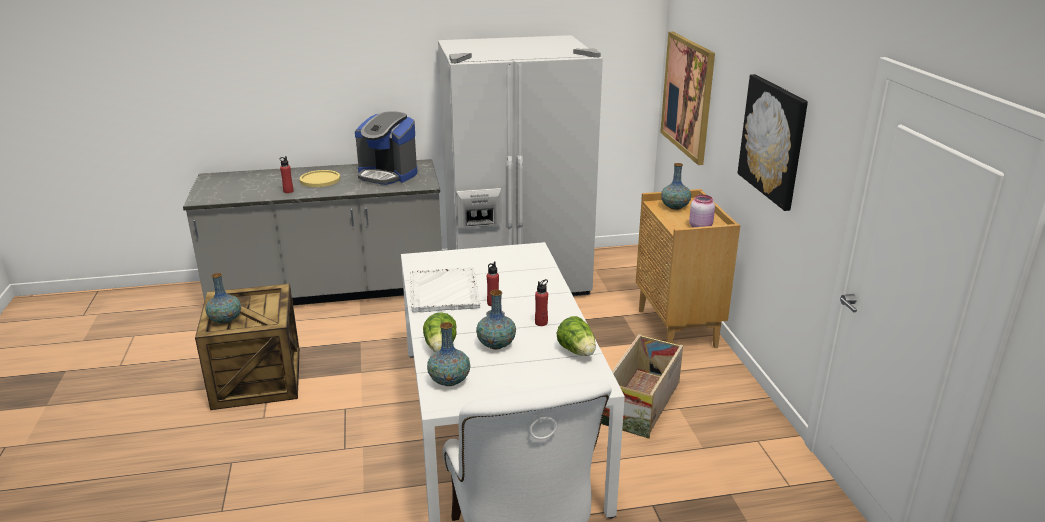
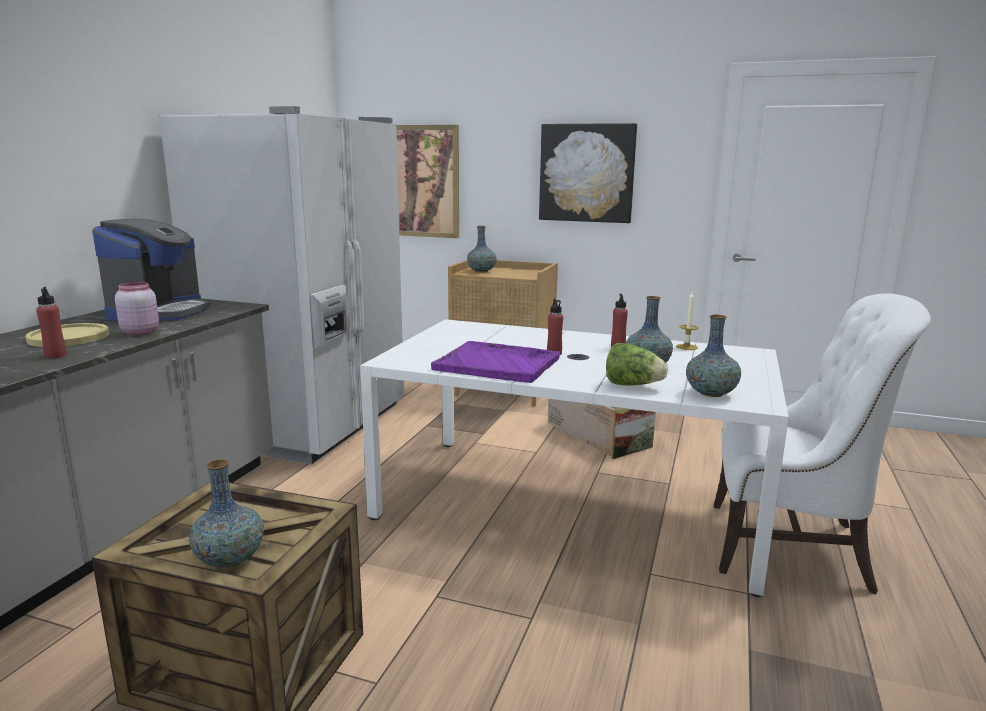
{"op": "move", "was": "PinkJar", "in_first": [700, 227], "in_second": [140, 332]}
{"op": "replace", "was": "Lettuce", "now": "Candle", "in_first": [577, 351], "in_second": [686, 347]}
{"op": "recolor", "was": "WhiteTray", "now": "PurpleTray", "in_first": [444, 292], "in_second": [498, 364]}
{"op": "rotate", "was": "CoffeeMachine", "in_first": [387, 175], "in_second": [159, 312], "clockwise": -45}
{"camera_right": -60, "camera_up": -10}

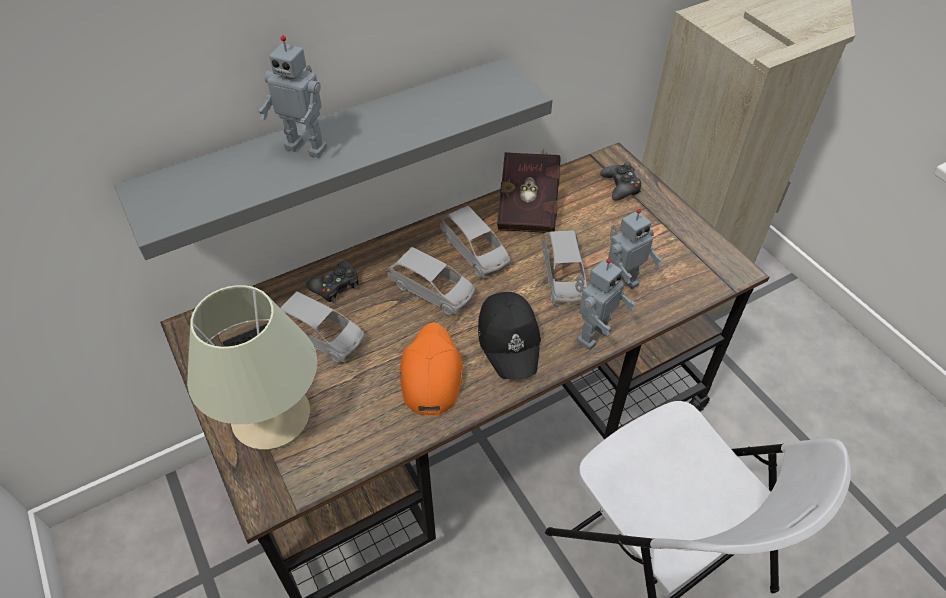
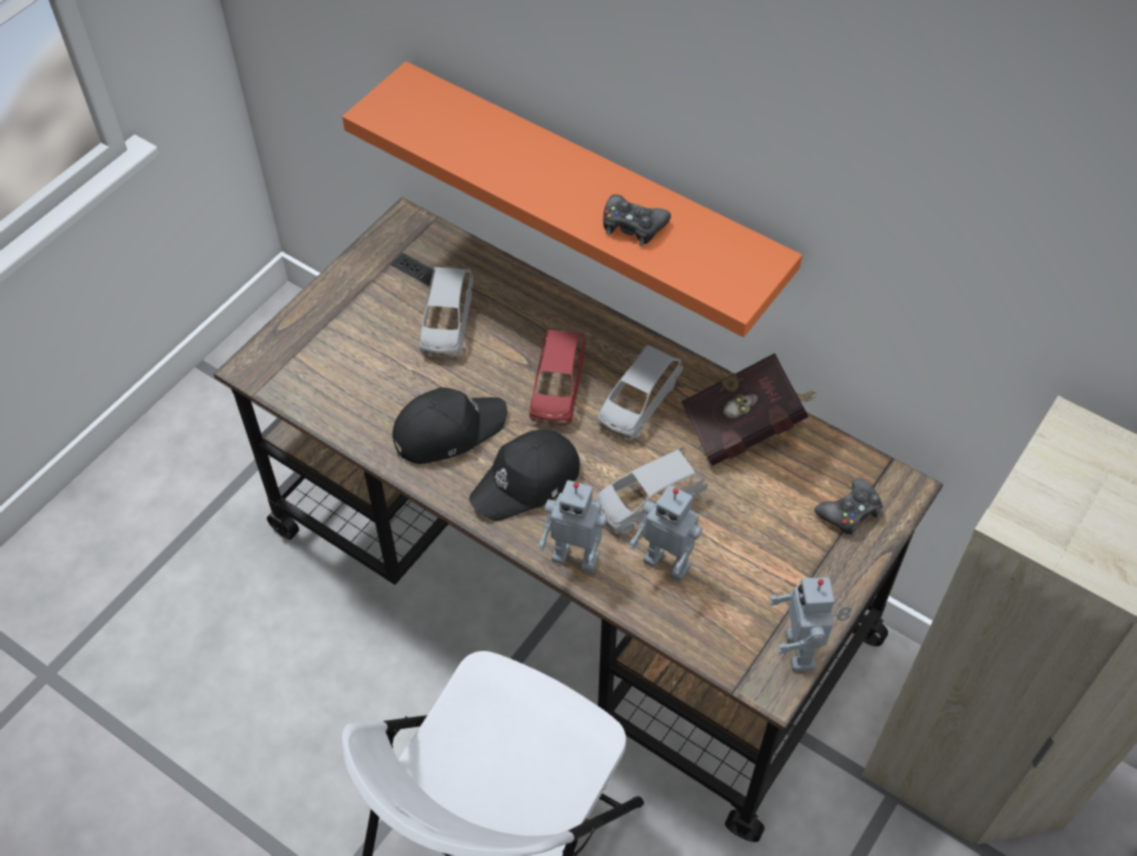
{"op": "delete", "was": "BeigeTableLamp", "in_first": [271, 417]}
{"op": "move", "was": "ToyRobot", "in_first": [307, 147], "in_second": [802, 651]}
{"op": "move", "was": "BlackGameController", "in_first": [336, 286], "in_second": [633, 226]}
{"op": "recolor", "was": "GreyShelf", "now": "OrangeShelf", "in_first": [334, 152], "in_second": [592, 190]}
{"op": "recolor", "was": "GreyToyCar", "now": "RedToyCar", "in_first": [433, 291], "in_second": [557, 388]}
{"op": "recolor", "was": "OrangeCap", "now": "BlackCap", "in_first": [430, 373], "in_second": [447, 430]}
{"camera_right": 65, "camera_up": 5}

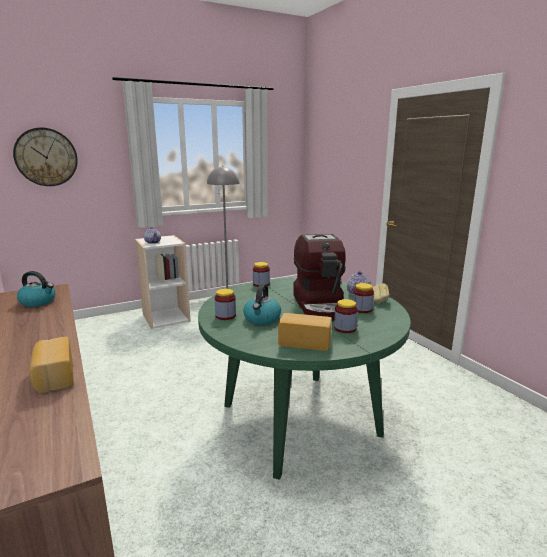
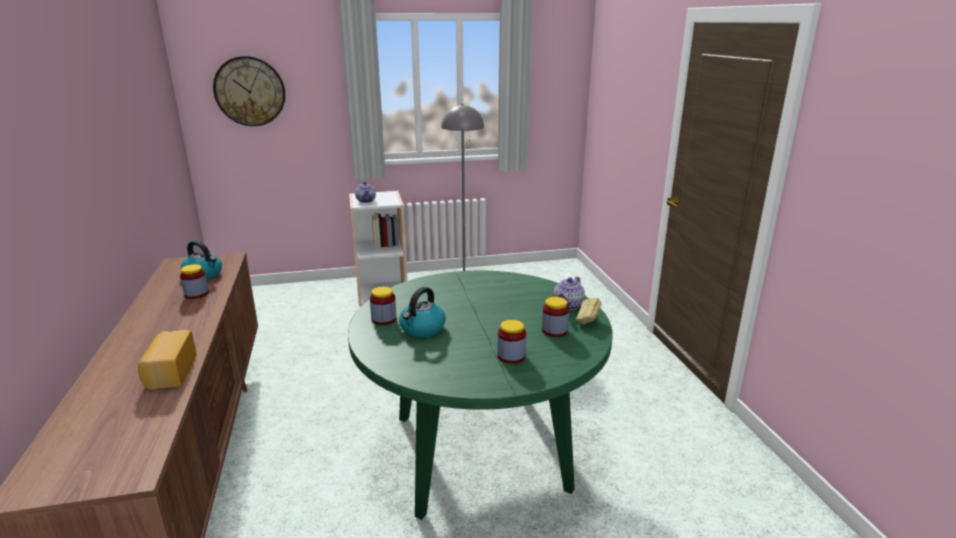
{"op": "delete", "was": "Bread", "in_first": [305, 342]}
{"op": "delete", "was": "CoffeeMachine", "in_first": [321, 305]}
{"op": "move", "was": "Jar", "in_first": [261, 284], "in_second": [196, 294]}
{"camera_right": 15, "camera_up": 5}

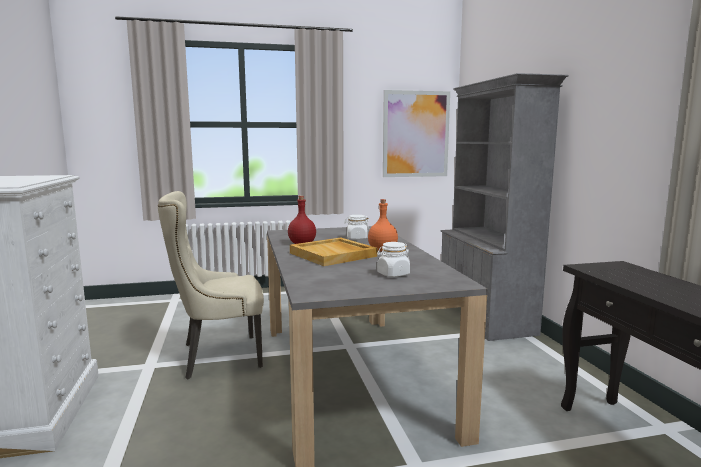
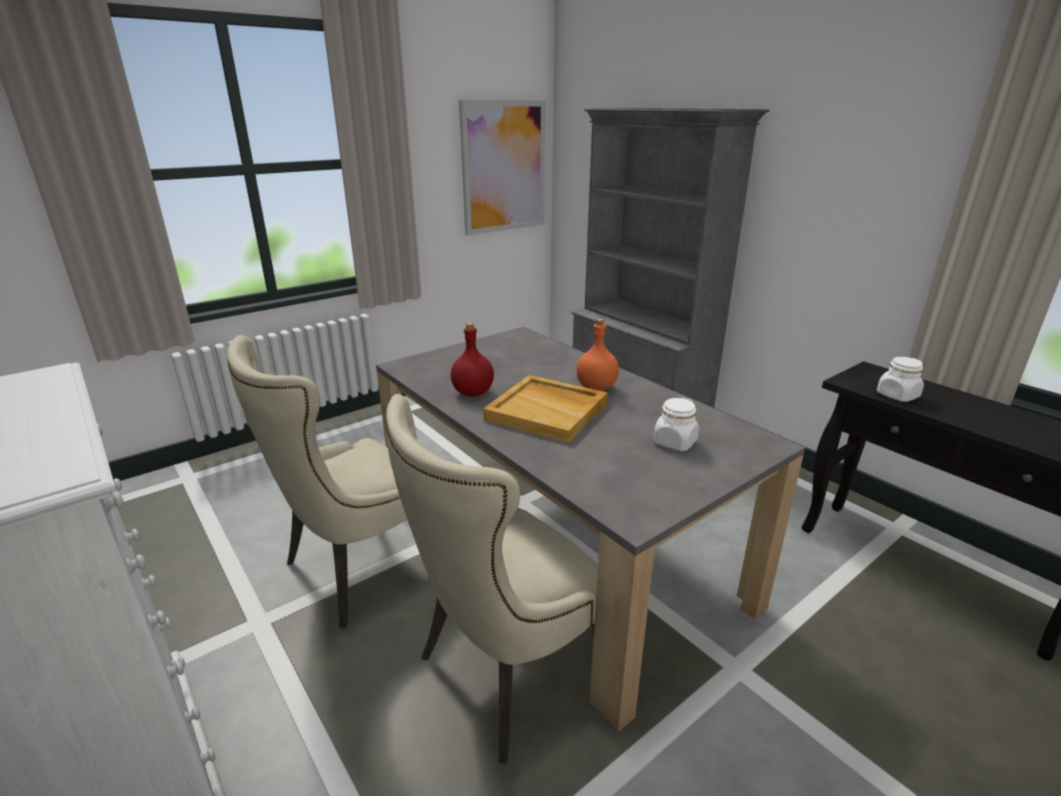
{"op": "insert", "now": "BeigeChair", "in_second": [506, 675]}
{"op": "move", "was": "WhiteJar", "in_first": [356, 238], "in_second": [897, 395]}
{"camera_right": -25, "camera_up": 15}

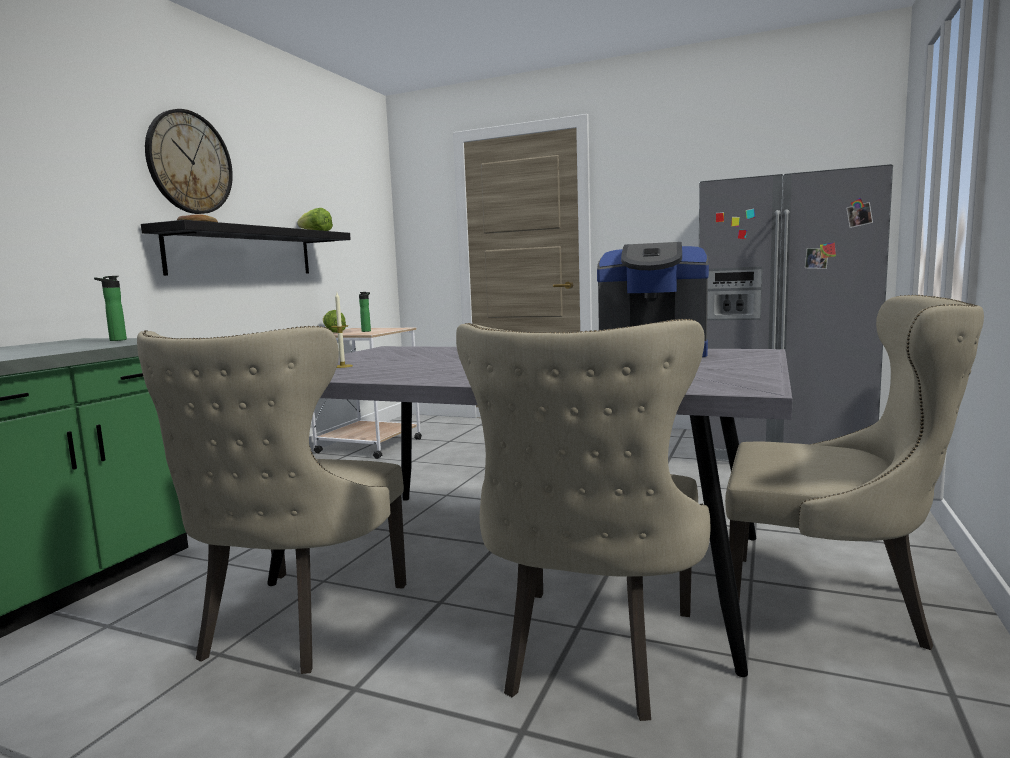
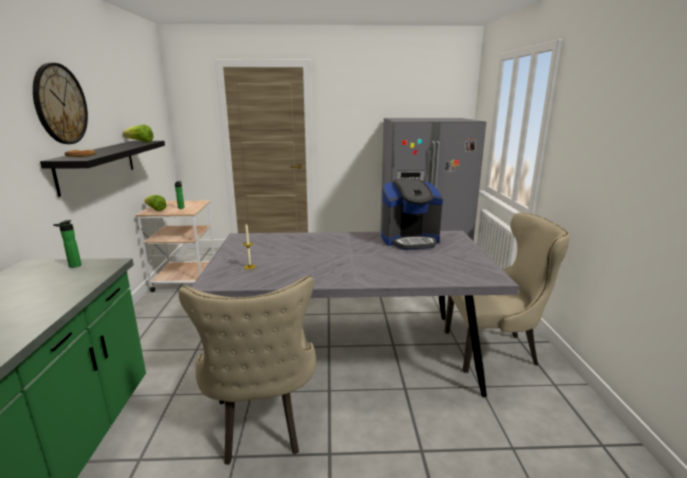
{"op": "delete", "was": "BeigeChair", "in_first": [592, 653]}
{"camera_right": -25, "camera_up": 10}

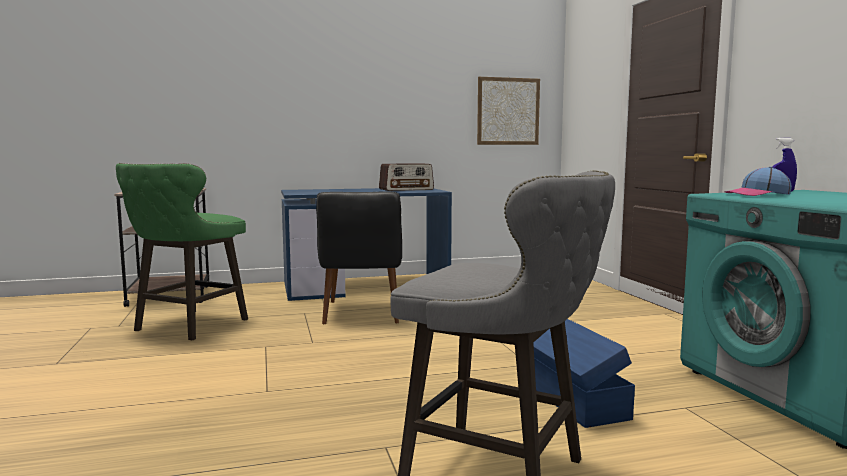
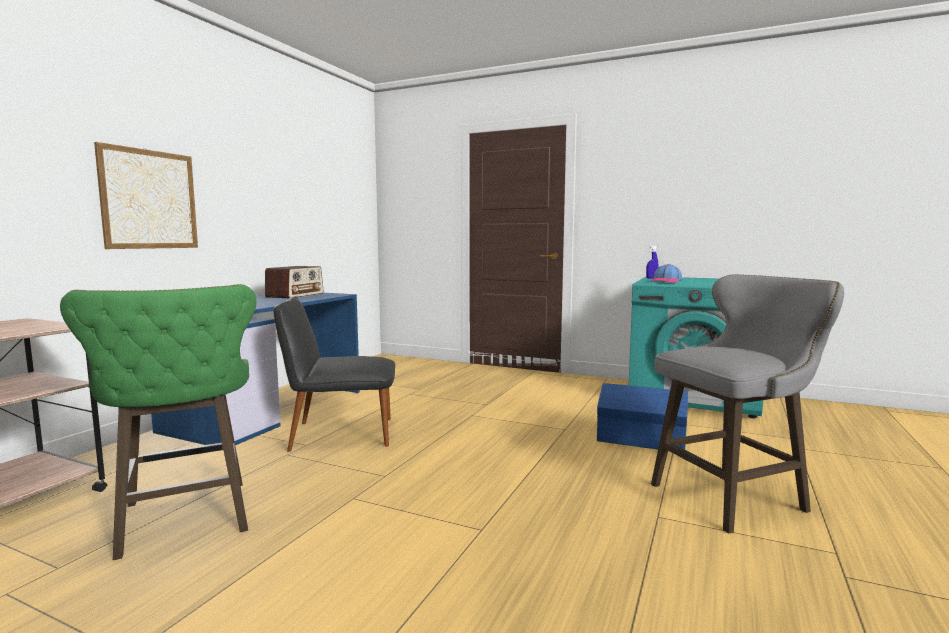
{"op": "move", "was": "Picture", "in_first": [508, 110], "in_second": [149, 198]}
{"op": "rotate", "was": "BlackChair", "in_first": [362, 312], "in_second": [342, 434], "clockwise": 135}
{"camera_right": -50, "camera_up": 0}

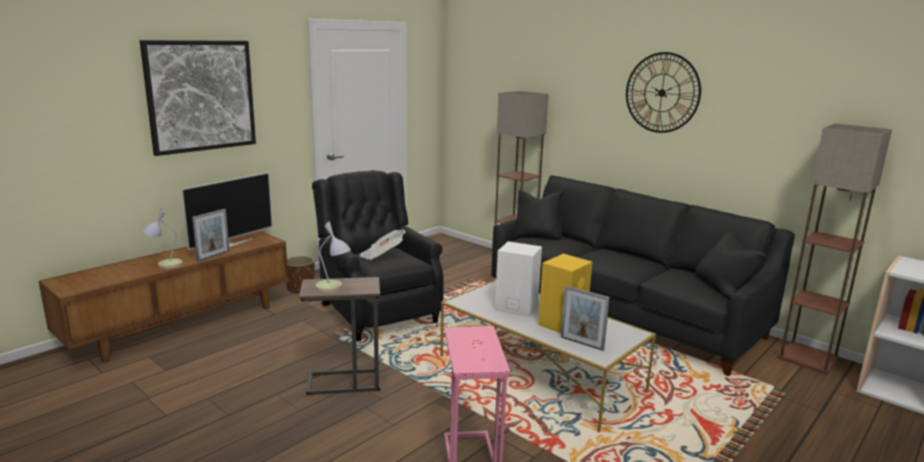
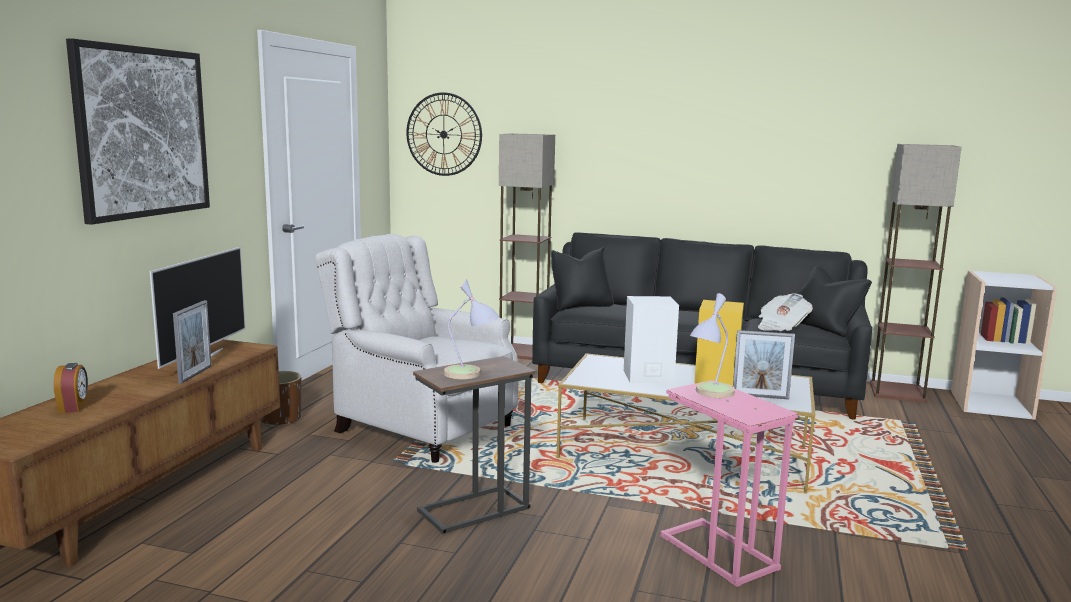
{"op": "insert", "now": "AlarmClock", "in_second": [74, 407]}
{"op": "move", "was": "TableLamp", "in_first": [164, 265], "in_second": [709, 393]}
{"op": "move", "was": "Newspaper", "in_first": [382, 256], "in_second": [781, 327]}
{"op": "move", "was": "WallClock", "in_first": [662, 93], "in_second": [444, 134]}
{"op": "recolor", "was": "BlackArmchair", "now": "WhiteArmchair", "in_first": [378, 312], "in_second": [422, 428]}
{"camera_right": -25, "camera_up": -5}

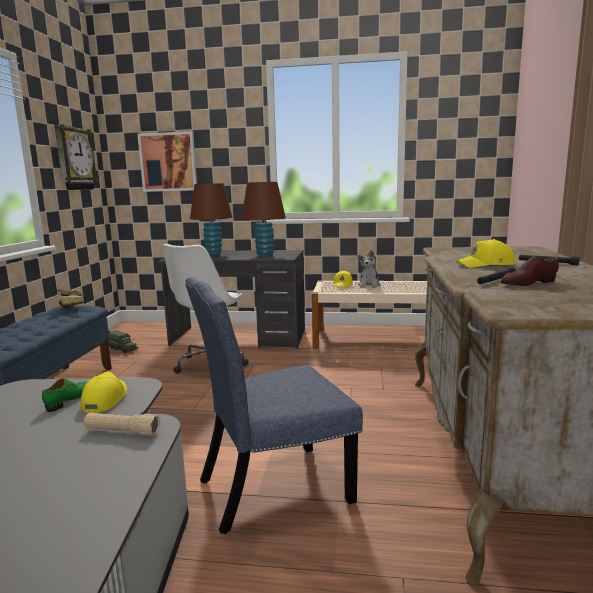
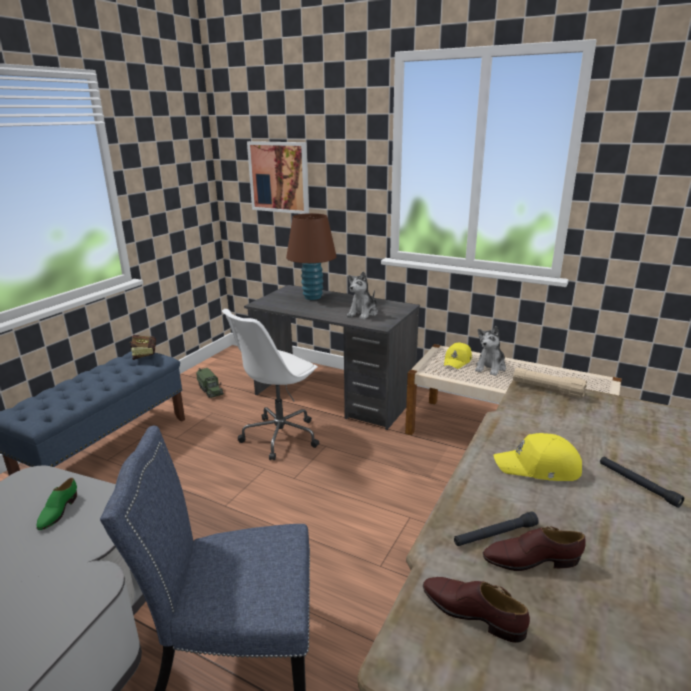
{"op": "delete", "was": "WallClock", "in_first": [74, 159]}
{"op": "delete", "was": "YellowCap", "in_first": [105, 399]}
{"op": "insert", "now": "BrownShoe", "in_second": [472, 613]}
{"op": "move", "was": "BeigeFlashlight", "in_first": [122, 432], "in_second": [547, 389]}
{"op": "replace", "was": "BrownTableLamp", "now": "PlushToy", "in_first": [265, 255], "in_second": [363, 313]}
{"op": "rotate", "was": "GreenShoe", "in_first": [69, 399], "in_second": [58, 512], "clockwise": 150}
{"camera_right": 20, "camera_up": 10}

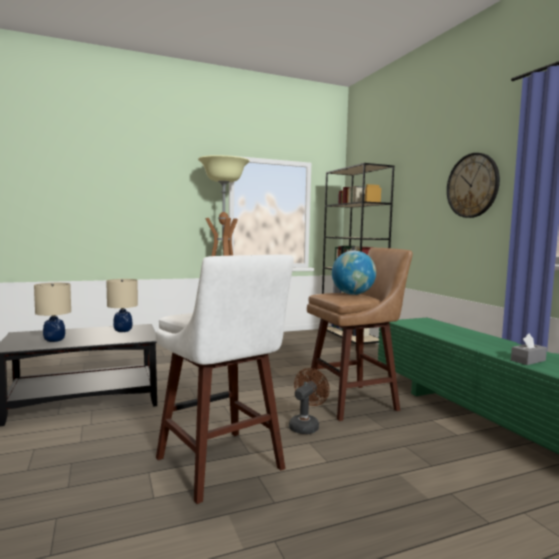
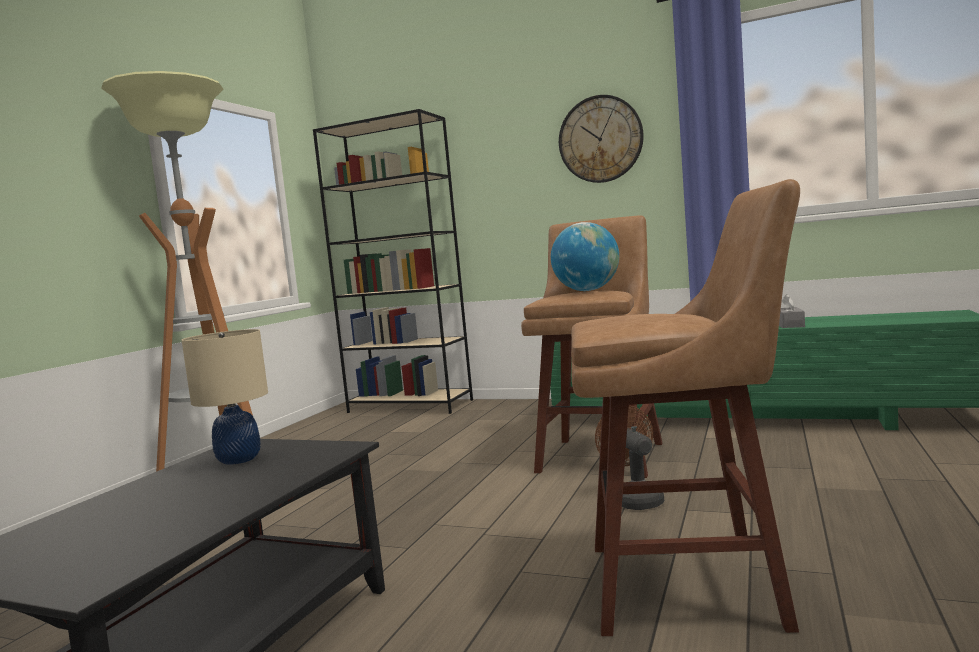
{"op": "delete", "was": "BeigeTableLamp", "in_first": [54, 340]}
{"op": "recolor", "was": "WhiteStool", "now": "BrownStool", "in_first": [221, 466], "in_second": [692, 584]}
{"camera_right": -45, "camera_up": 0}

